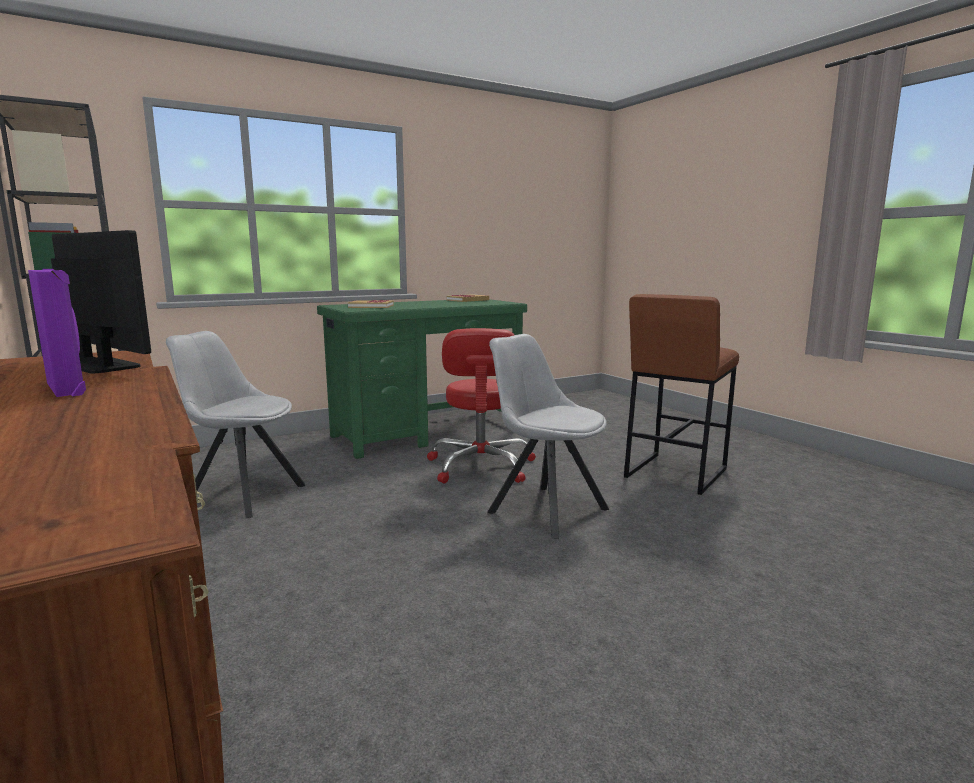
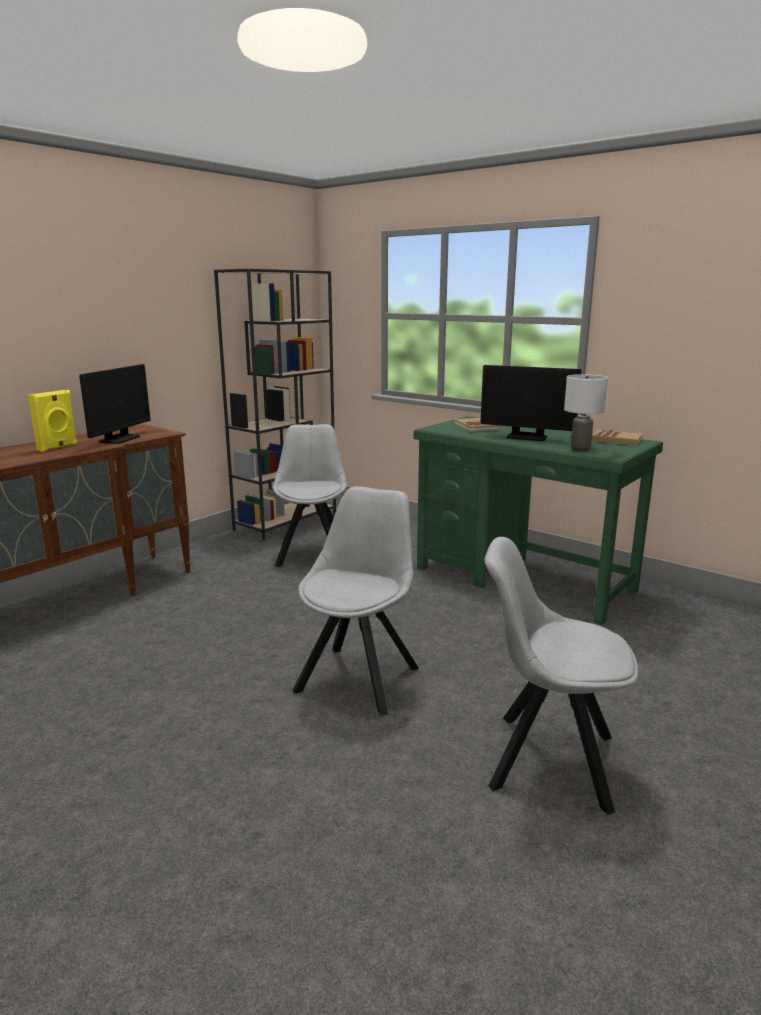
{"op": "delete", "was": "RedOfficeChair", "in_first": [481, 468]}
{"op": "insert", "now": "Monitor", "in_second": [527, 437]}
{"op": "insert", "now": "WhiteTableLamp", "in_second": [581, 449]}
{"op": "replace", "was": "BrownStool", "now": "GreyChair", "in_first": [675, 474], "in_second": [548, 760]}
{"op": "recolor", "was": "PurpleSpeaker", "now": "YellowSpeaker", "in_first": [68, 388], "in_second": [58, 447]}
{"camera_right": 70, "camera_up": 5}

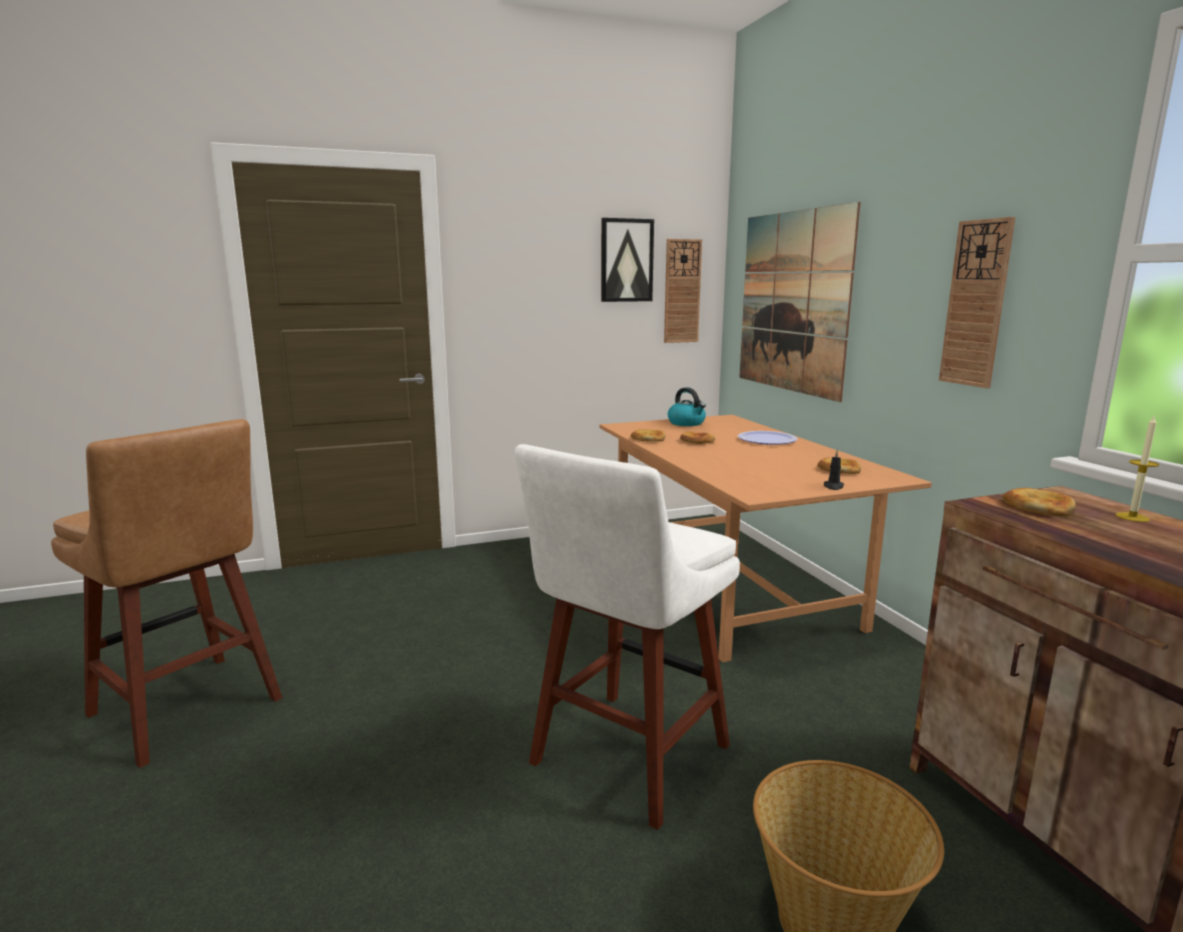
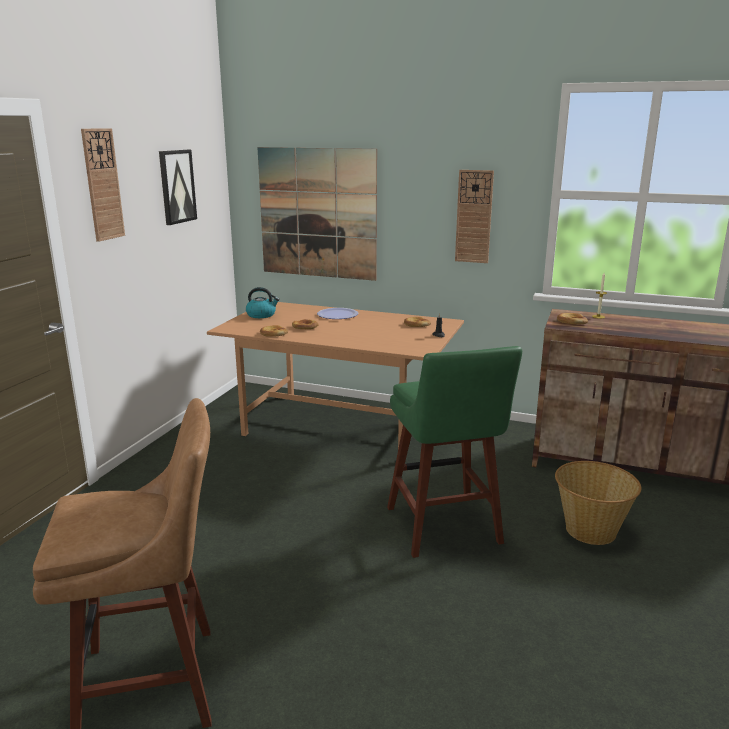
{"op": "move", "was": "WallClock", "in_first": [682, 291], "in_second": [102, 185]}
{"op": "recolor", "was": "WhiteStool", "now": "GreenStool", "in_first": [626, 758], "in_second": [444, 528]}
{"camera_right": -50, "camera_up": 5}

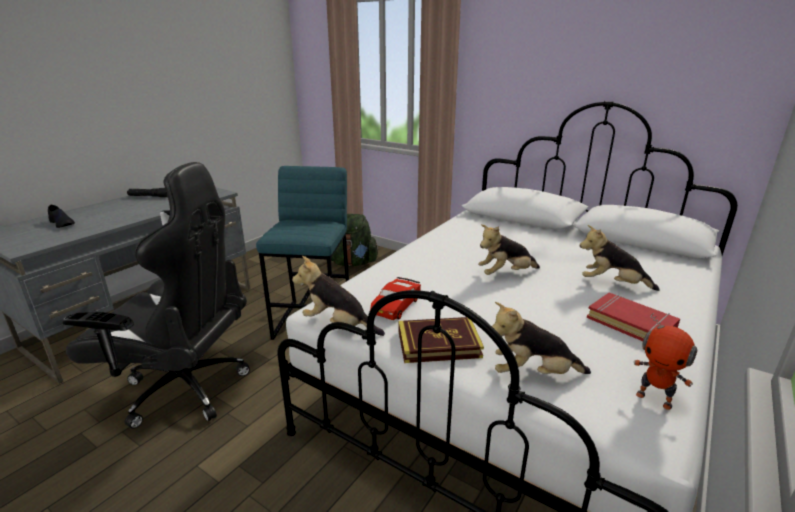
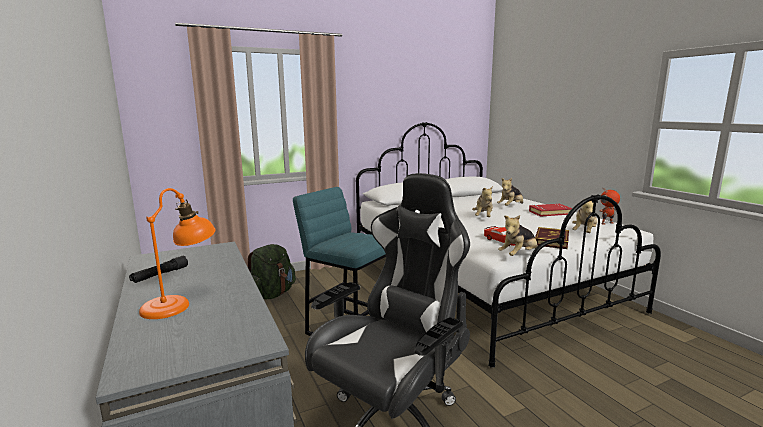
{"op": "delete", "was": "BlackShoe", "in_first": [62, 223]}
{"op": "insert", "now": "OrangeTableLamp", "in_second": [181, 300]}
{"camera_right": -60, "camera_up": -10}

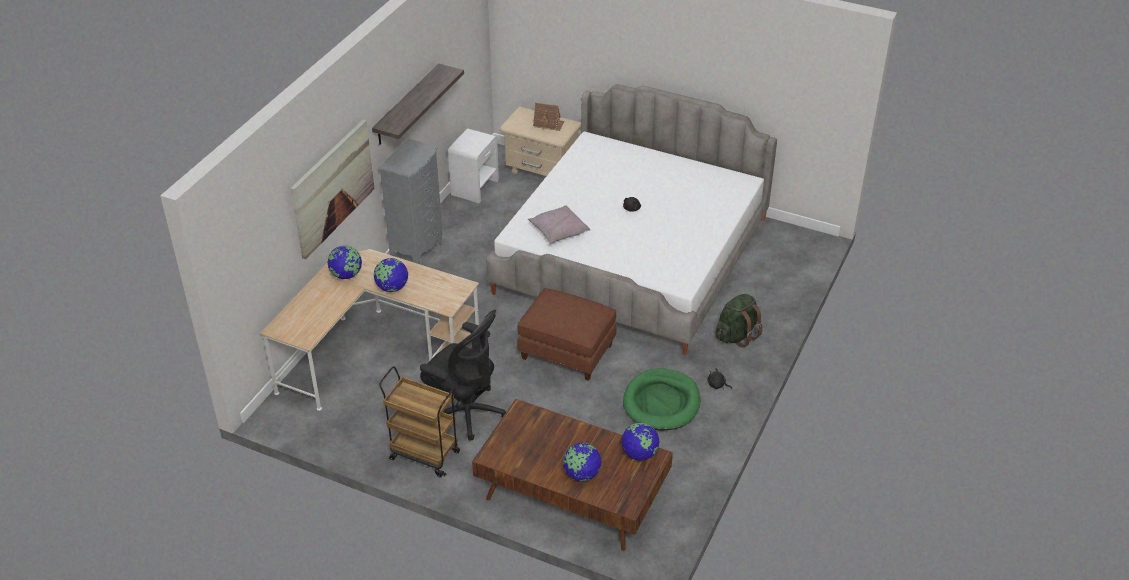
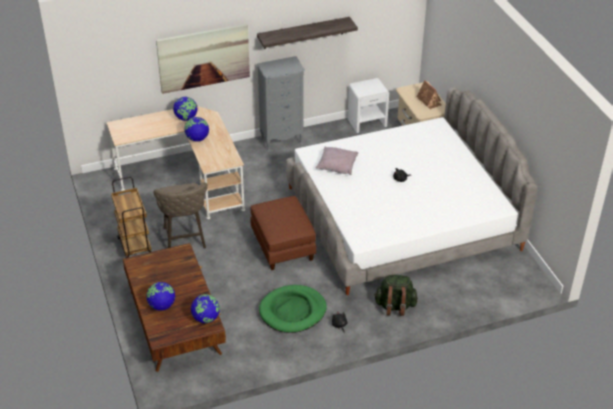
{"op": "replace", "was": "BlackOfficeChair", "now": "BeigeStool", "in_first": [463, 411], "in_second": [185, 239]}
{"camera_right": 45, "camera_up": 0}

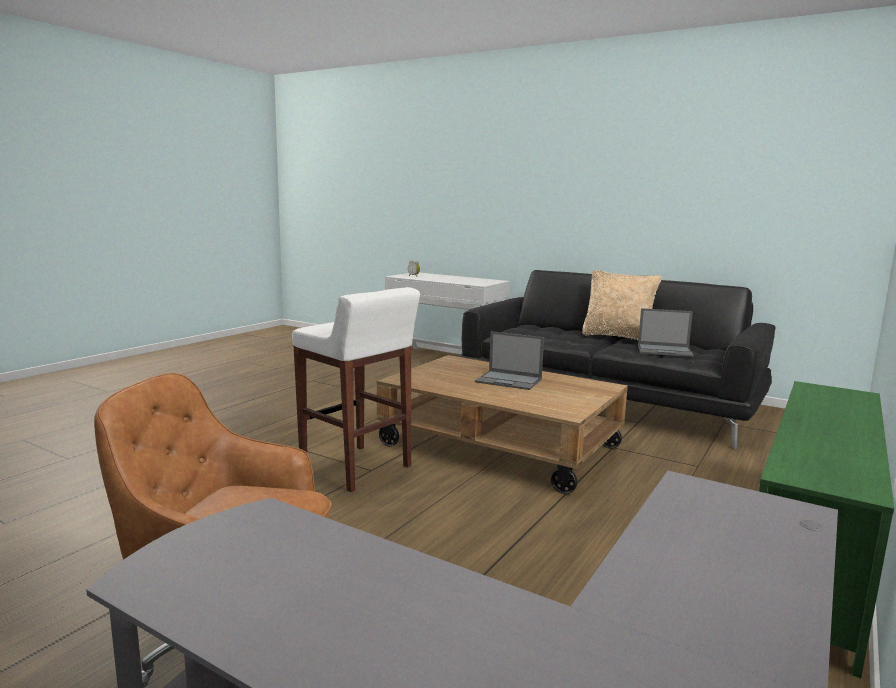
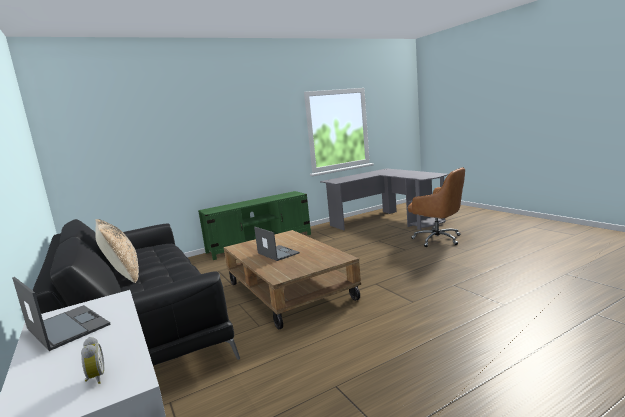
{"op": "delete", "was": "WhiteStool", "in_first": [357, 469]}
{"op": "move", "was": "Laptop", "in_first": [665, 351], "in_second": [67, 327]}
{"camera_right": -150, "camera_up": 0}

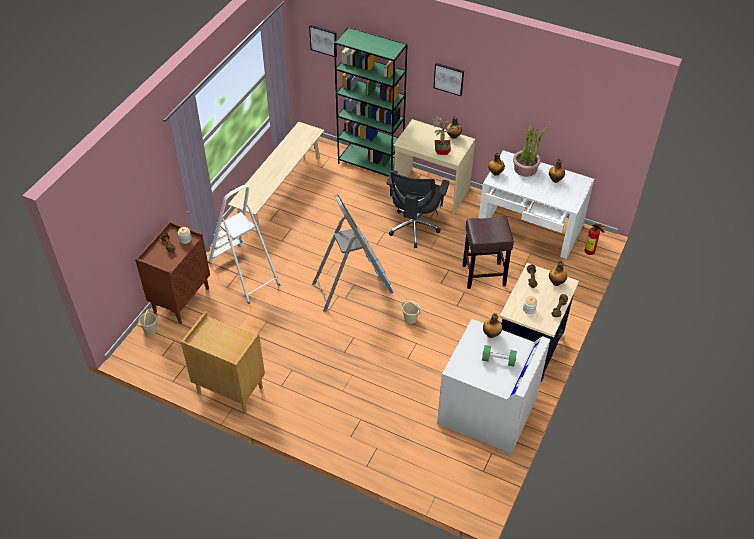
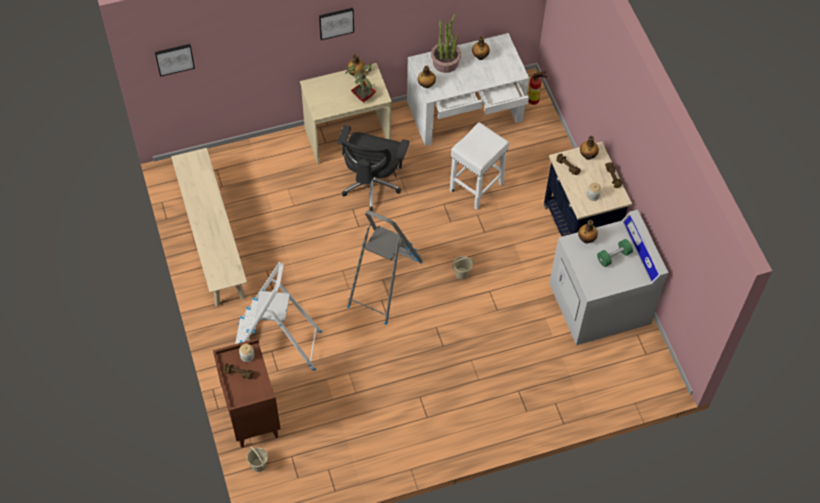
{"op": "delete", "was": "BrownCabinet", "in_first": [229, 390]}
{"op": "delete", "was": "GreenBookcase", "in_first": [371, 164]}
{"op": "recolor", "was": "BrownStool", "now": "WhiteStool", "in_first": [483, 275], "in_second": [475, 188]}
{"op": "rotate", "was": "OfficeChair", "in_first": [414, 226], "in_second": [371, 184], "clockwise": 45}
{"camera_right": -45, "camera_up": 10}

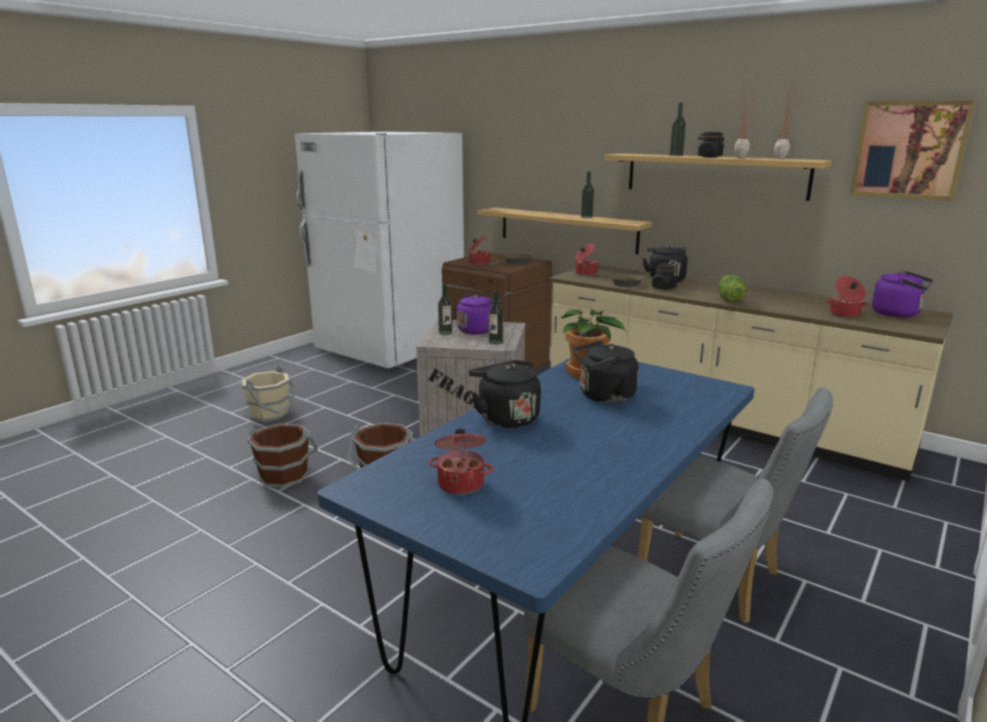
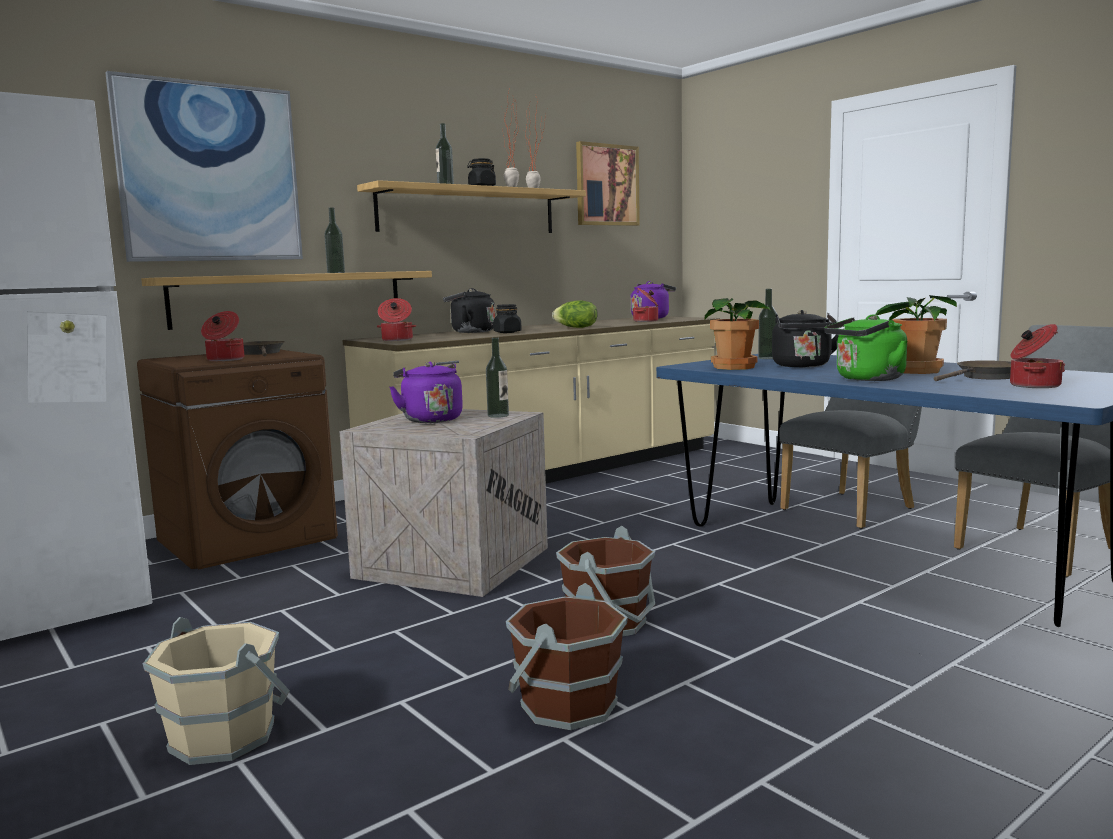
{"op": "insert", "now": "Picture", "in_second": [210, 173]}
{"op": "insert", "now": "PottedPlant", "in_second": [914, 371]}
{"op": "move", "was": "Bottle", "in_first": [445, 333], "in_second": [767, 358]}
{"op": "move", "was": "BrownFryingPan", "in_first": [623, 283], "in_second": [985, 377]}
{"op": "recolor", "was": "BlackKettle", "now": "GreenKettle", "in_first": [505, 418], "in_second": [867, 379]}
{"camera_right": -75, "camera_up": -10}

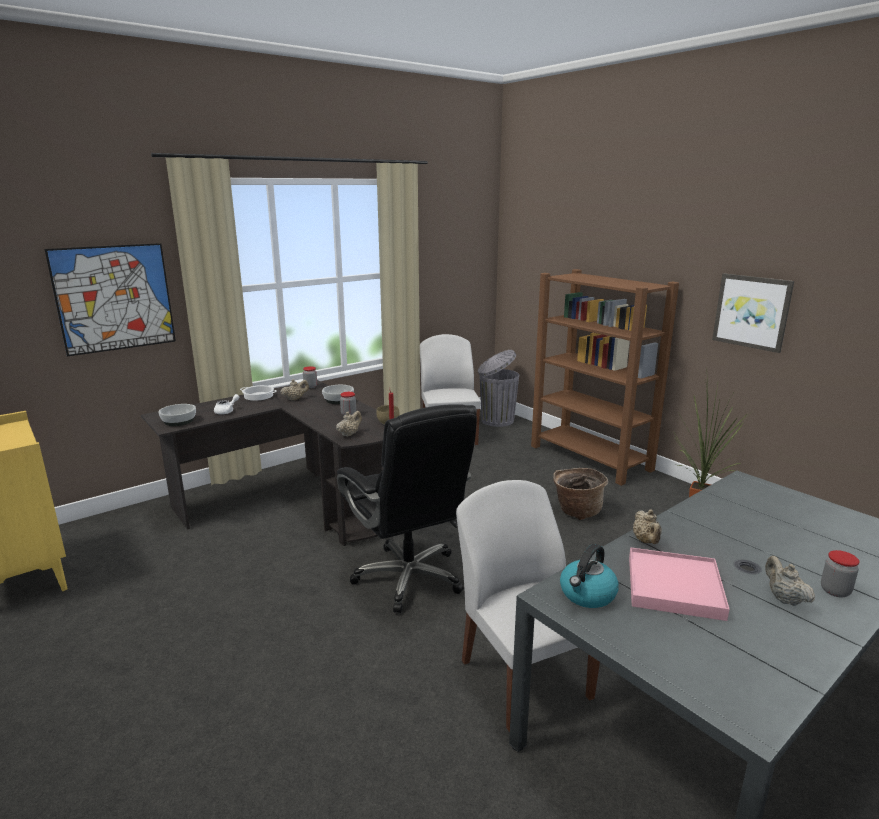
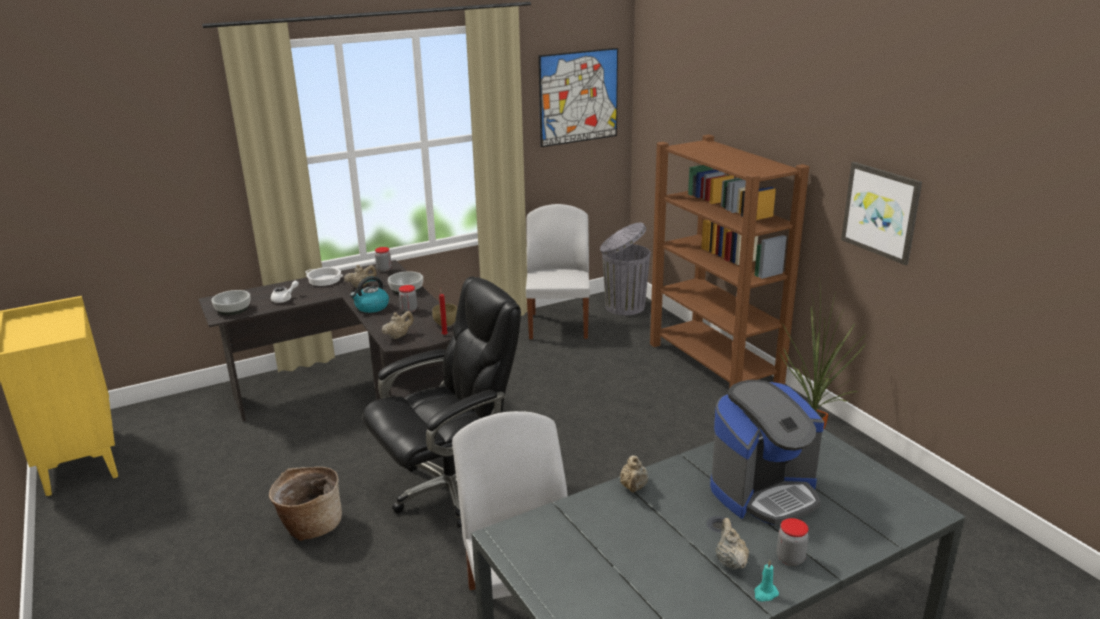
{"op": "delete", "was": "PinkTray", "in_first": [674, 587]}
{"op": "insert", "now": "CoffeeMachine", "in_second": [764, 492]}
{"op": "insert", "now": "TurquoiseCandle", "in_second": [765, 594]}
{"op": "move", "was": "Picture", "in_first": [114, 298], "in_second": [578, 97]}
{"op": "move", "was": "Basket", "in_first": [577, 511], "in_second": [310, 525]}
{"op": "move", "was": "Kettle", "in_first": [587, 595], "in_second": [371, 307]}
{"op": "rotate", "was": "BlackOfficeChair", "in_first": [407, 575], "in_second": [448, 491], "clockwise": -105}
{"camera_right": 10, "camera_up": 5}

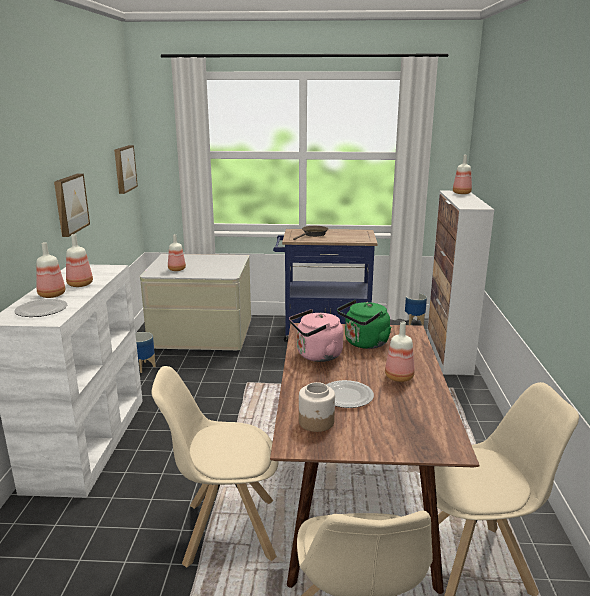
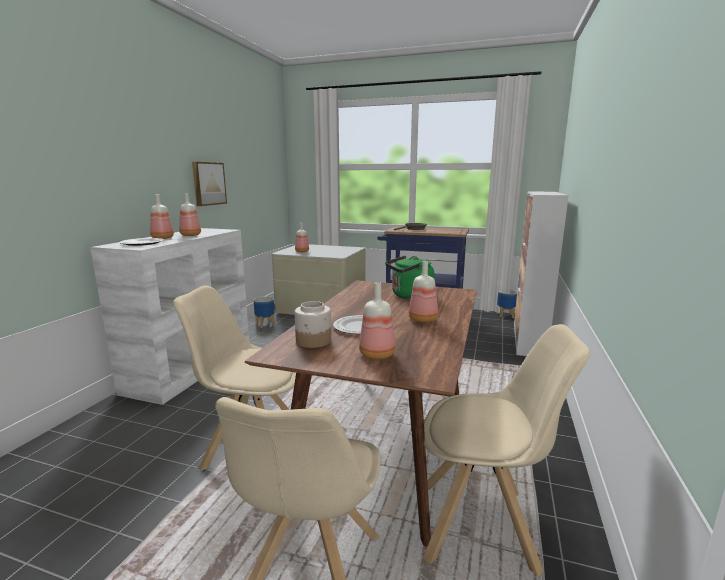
{"op": "delete", "was": "Picture", "in_first": [123, 169]}
{"op": "delete", "was": "PinkKettle", "in_first": [316, 355]}
{"op": "move", "was": "Bottle", "in_first": [462, 193], "in_second": [378, 354]}
{"camera_right": 15, "camera_up": -5}

